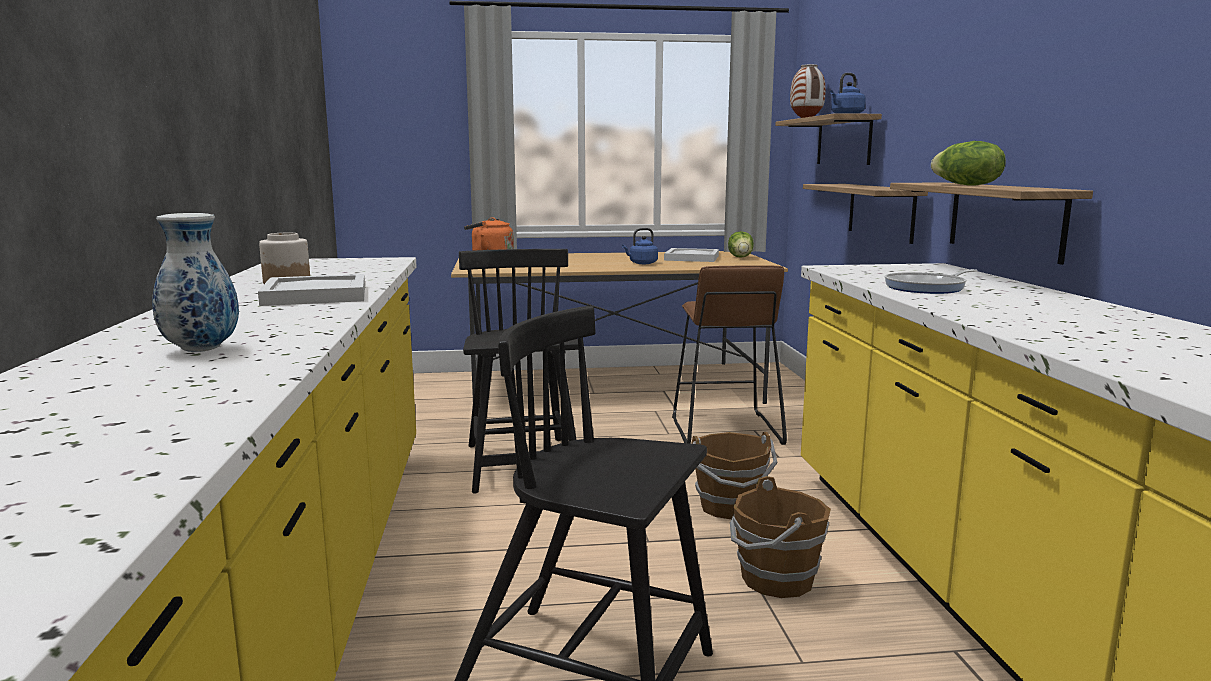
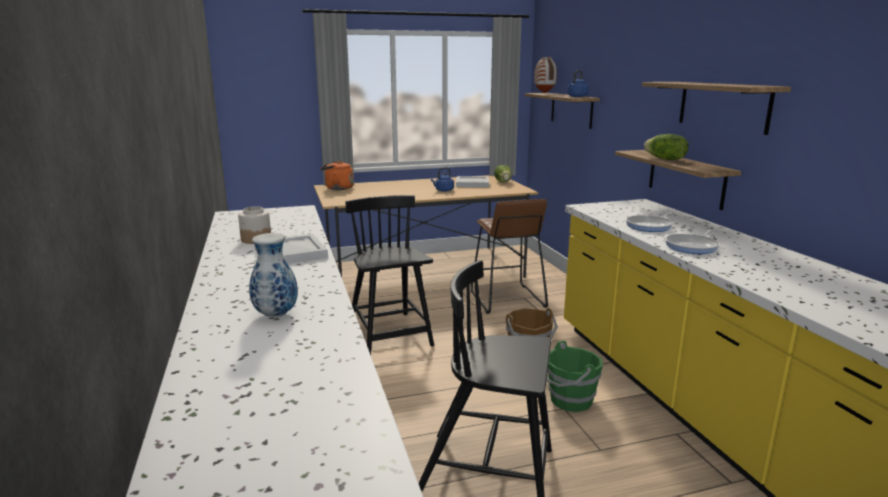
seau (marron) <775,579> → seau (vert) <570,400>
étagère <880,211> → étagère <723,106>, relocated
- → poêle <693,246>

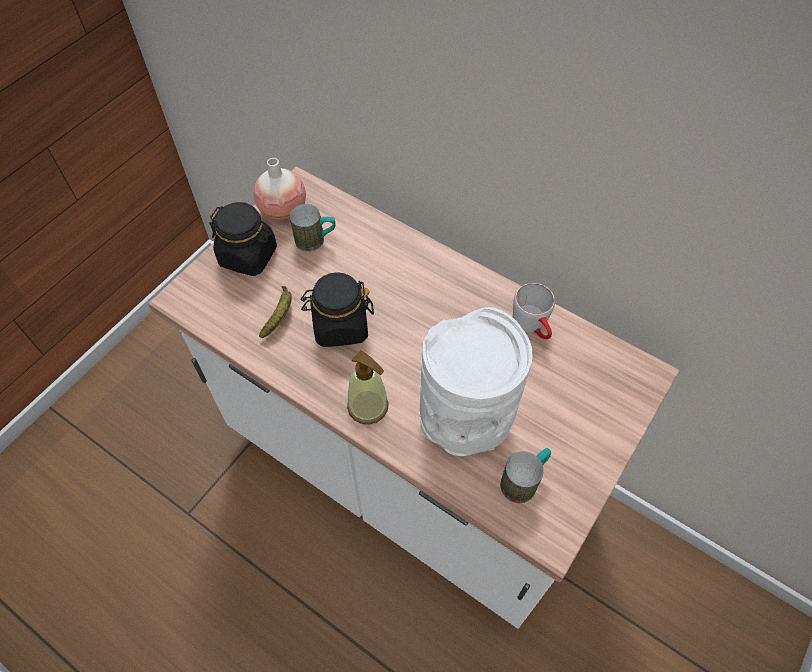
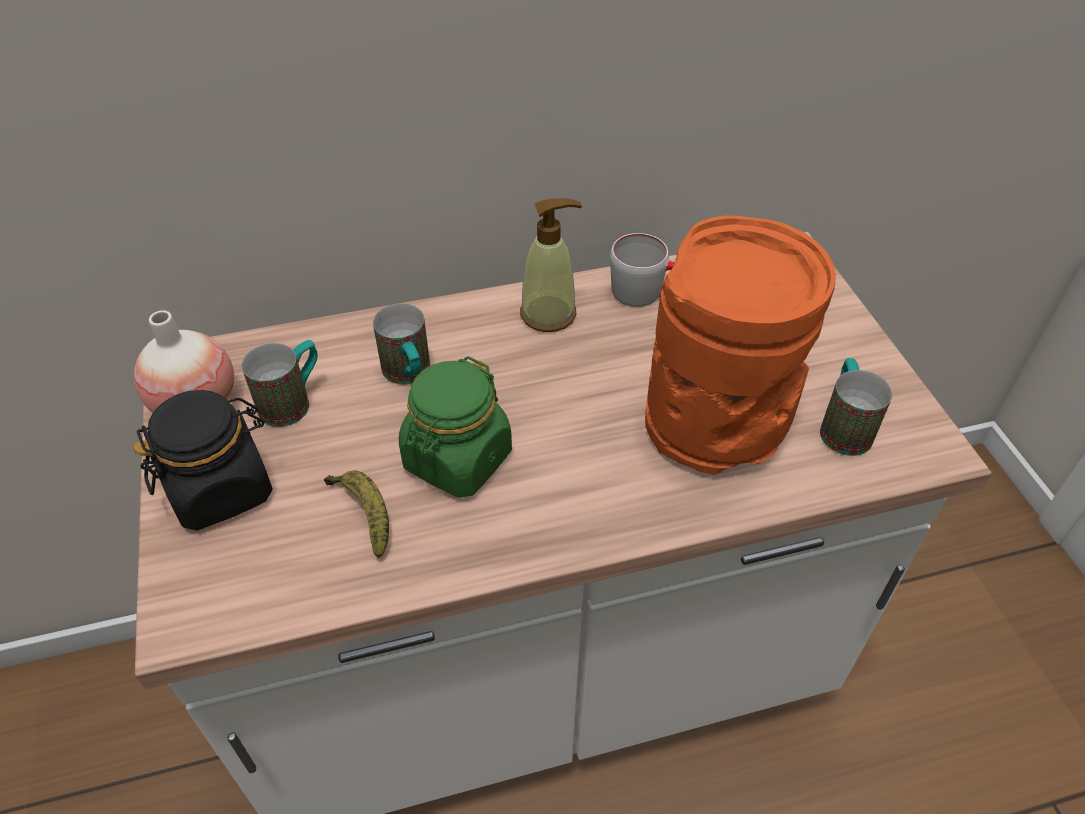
- → mug <409,375>
bocal (noir) <340,326> → bocal (vert) <457,460>
distributeur de savon <368,406> → distributeur de savon <548,314>, relocated
vase (blanc) <465,419> → vase (orange) <717,426>

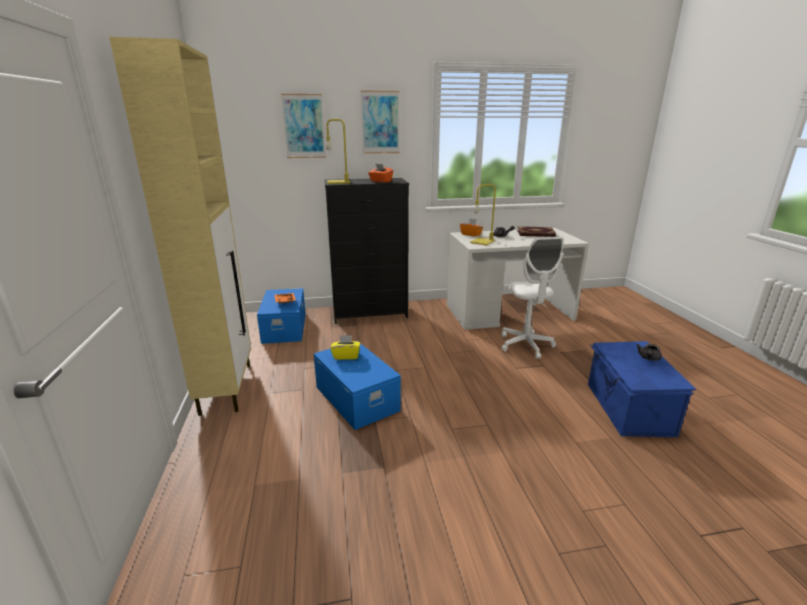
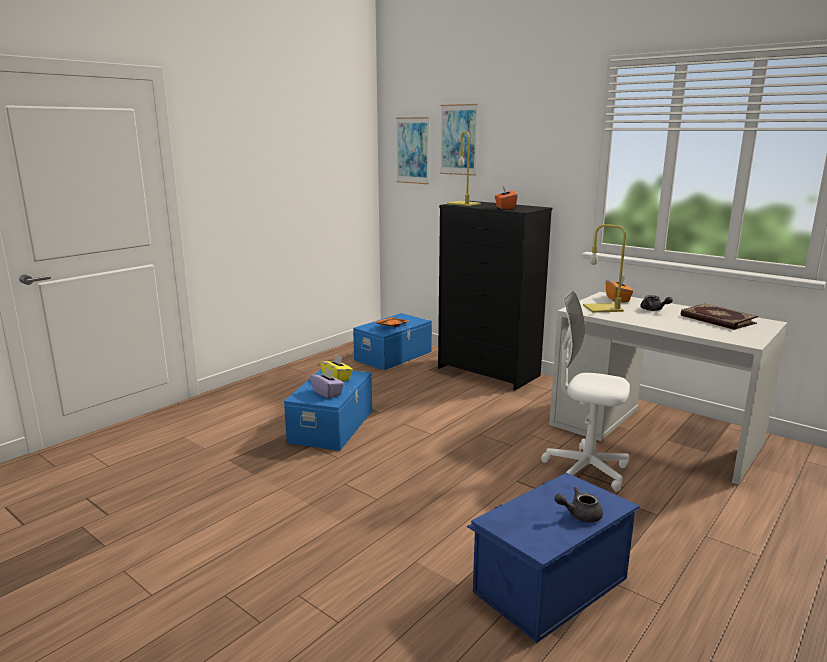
- → boîte à mouchoirs (violet) <327,393>
tableau <380,122> → tableau <412,150>, relocated
chaise de bureau (blanc) <525,345> → chaise de bureau (blanc) <585,470>, 75 degrees clockwise
meuble de rangement (beige) <227,387> → -

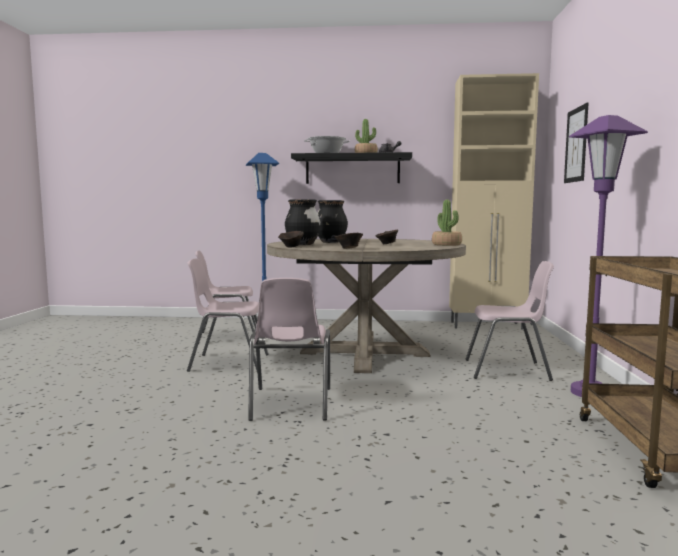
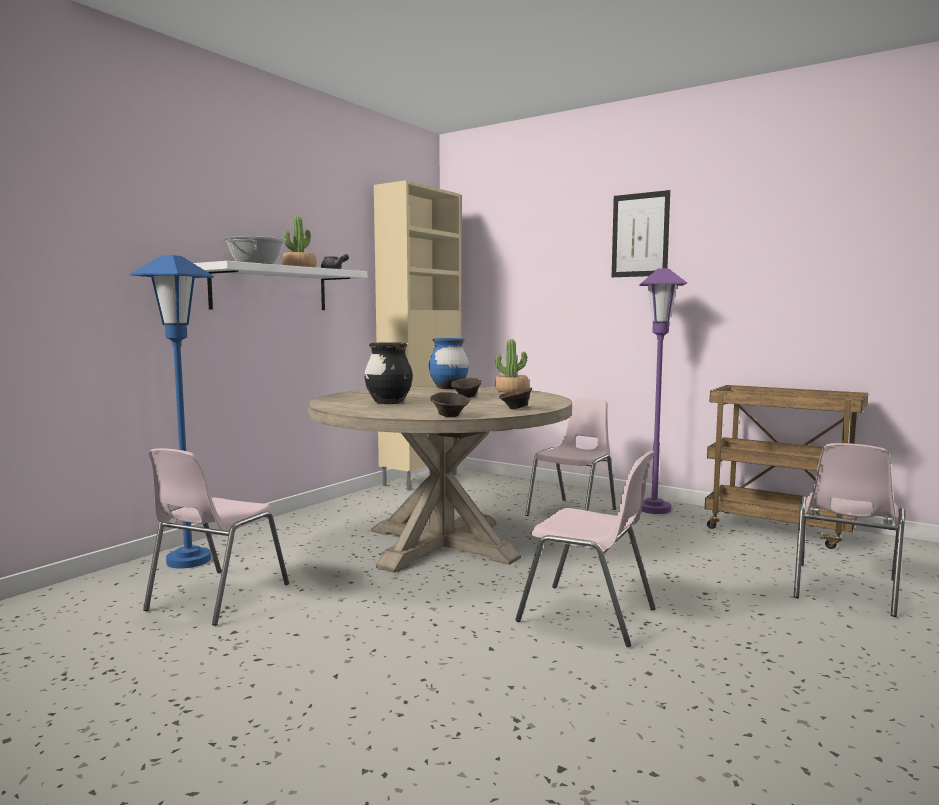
étagère (noir) <352,169> → étagère (blanc) <270,289>
- → vase (bleu) <448,388>
tableau <576,145> → tableau <640,235>, relocated
chaise (rose) <228,363> → chaise (rose) <843,589>, relocated
vase (noir) <303,244> → -

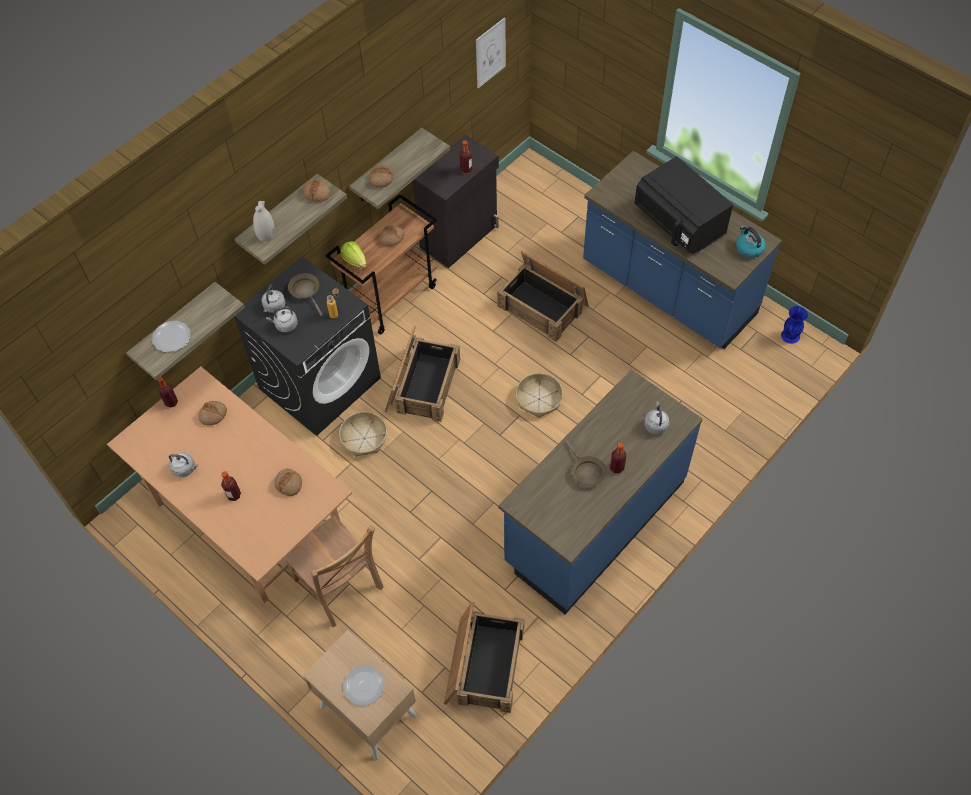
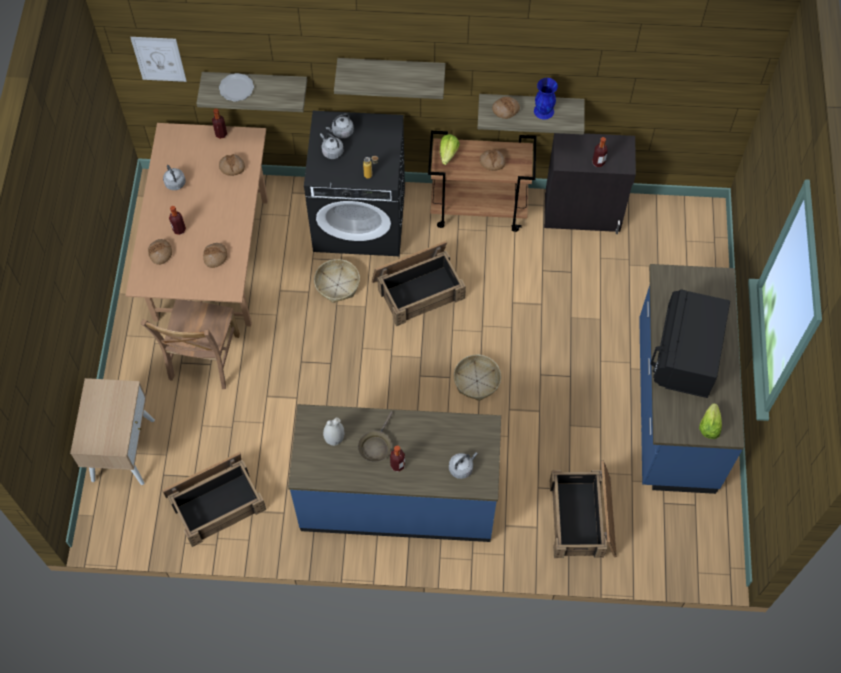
tableau <490,53> → tableau <159,59>, relocated
pain <317,193> → pain <160,253>, relocated
vase (blanc) <266,234> → vase (blanc) <334,438>, relocated
vase (bleu) <790,335> → vase (bleu) <544,111>, relocated
caisse <543,305> → caisse <583,518>, relocated
bouilloire <749,248> → laitue <709,426>
poêle (marron) <306,291> → -
assiette <364,686> → -

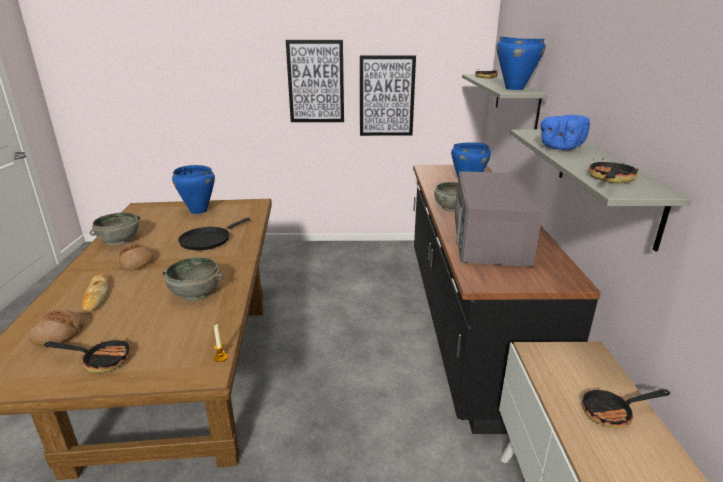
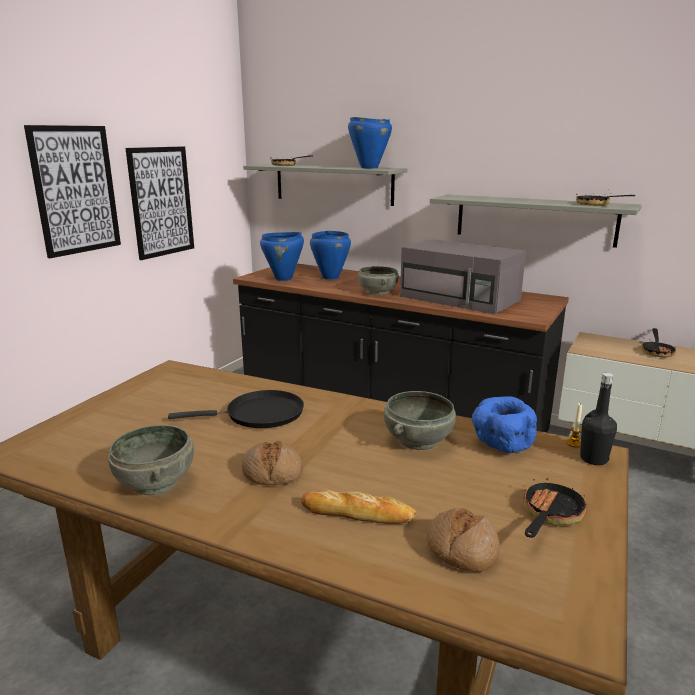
poêle (noir) <208,240> → poêle (noir) <259,415>, 75 degrees counterclockwise
marmite (bleu) <198,211> → marmite (bleu) <284,278>, relocated
bol (bleu) <559,147> → bol (bleu) <500,444>, relocated
- → bouteille (noir) <593,459>

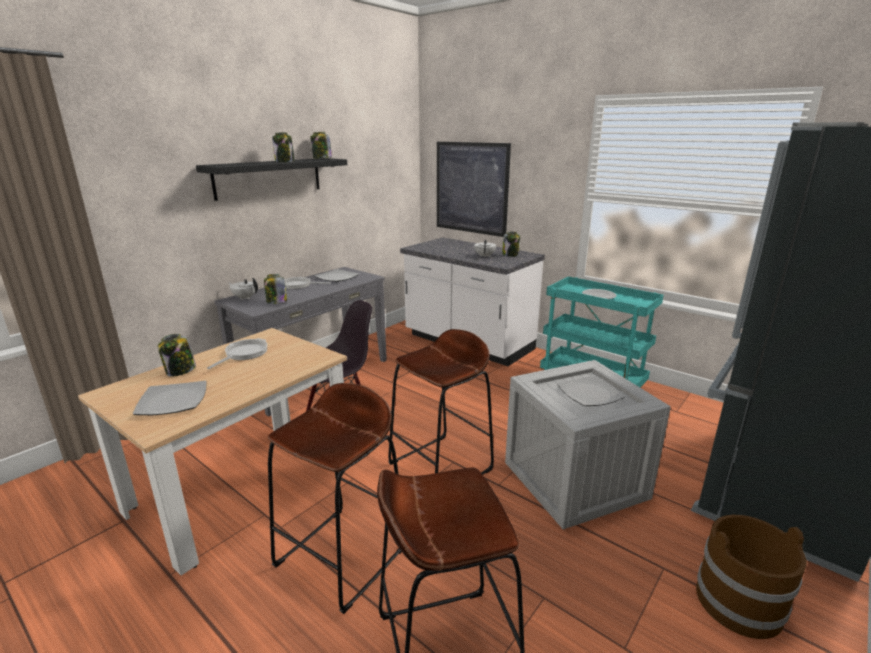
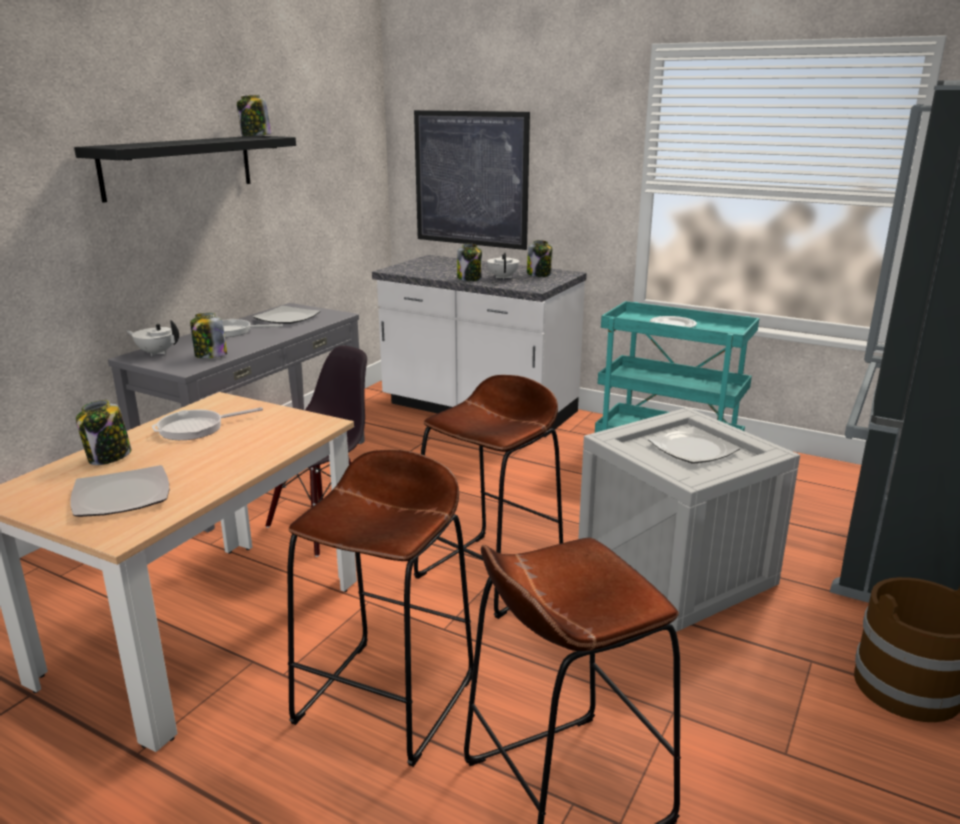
poêle <244,353> → poêle <196,428>, 135 degrees counterclockwise
bocal <285,161> → bocal <470,279>, relocated

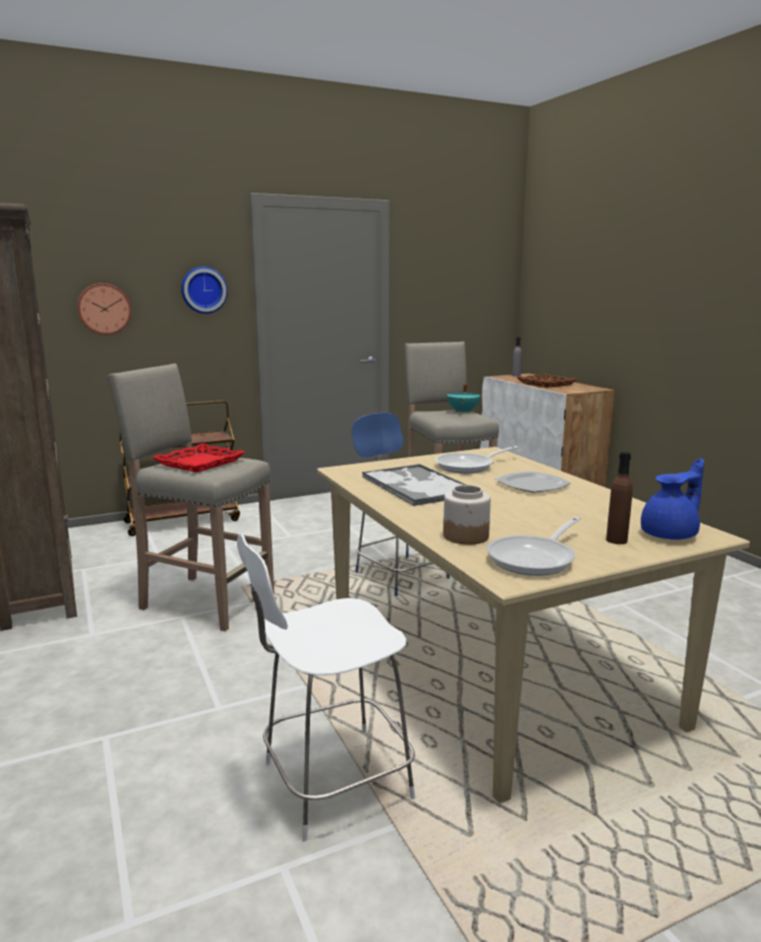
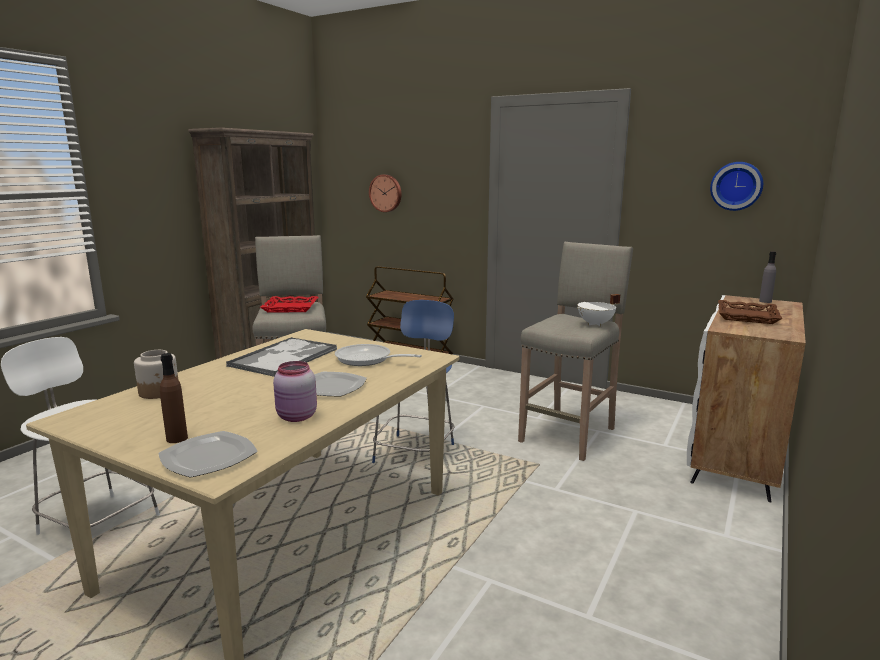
théière (bleu) <671,535> → assiette <208,457>
- → bocal (rose) <296,417>
marmite (turquoise) <463,411> → marmite (blanc) <596,324>
horloge murale <203,290> → horloge murale <736,186>, relocated
poêle <535,558> → -

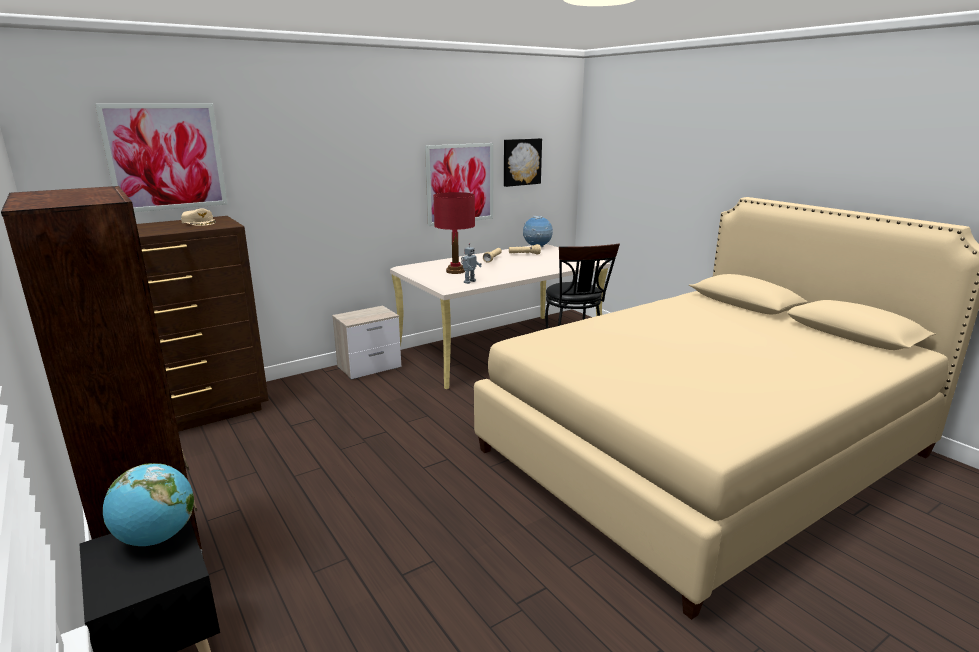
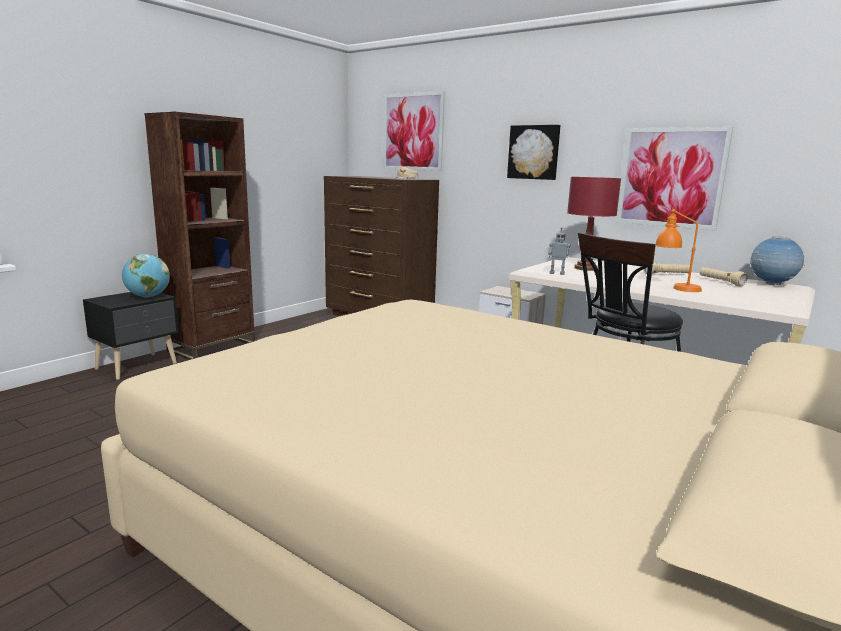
tableau <521,162> → tableau <534,152>, relocated
- → lampe de table (orange) <674,288>

